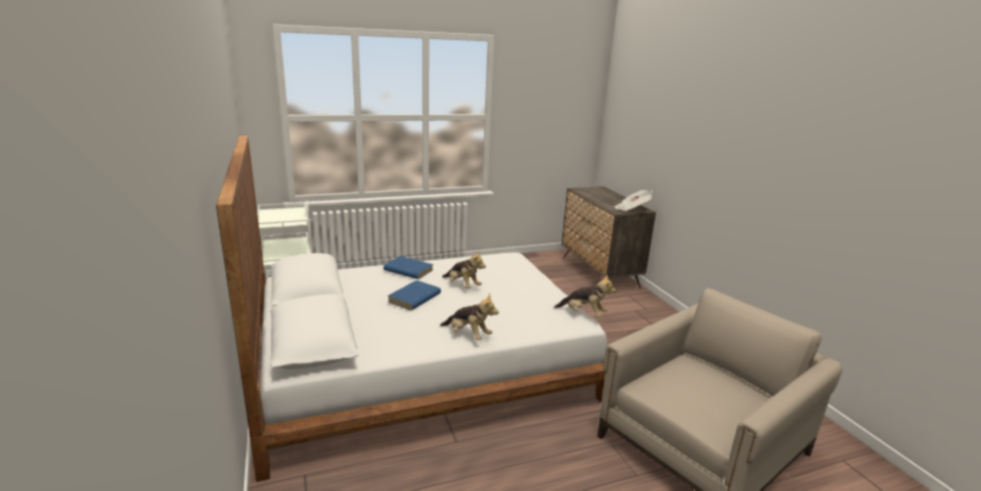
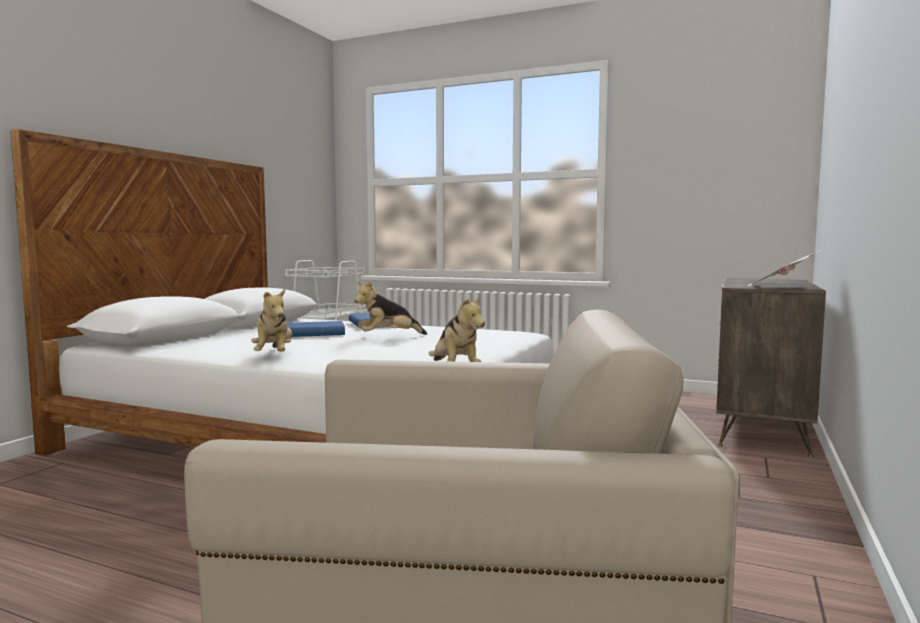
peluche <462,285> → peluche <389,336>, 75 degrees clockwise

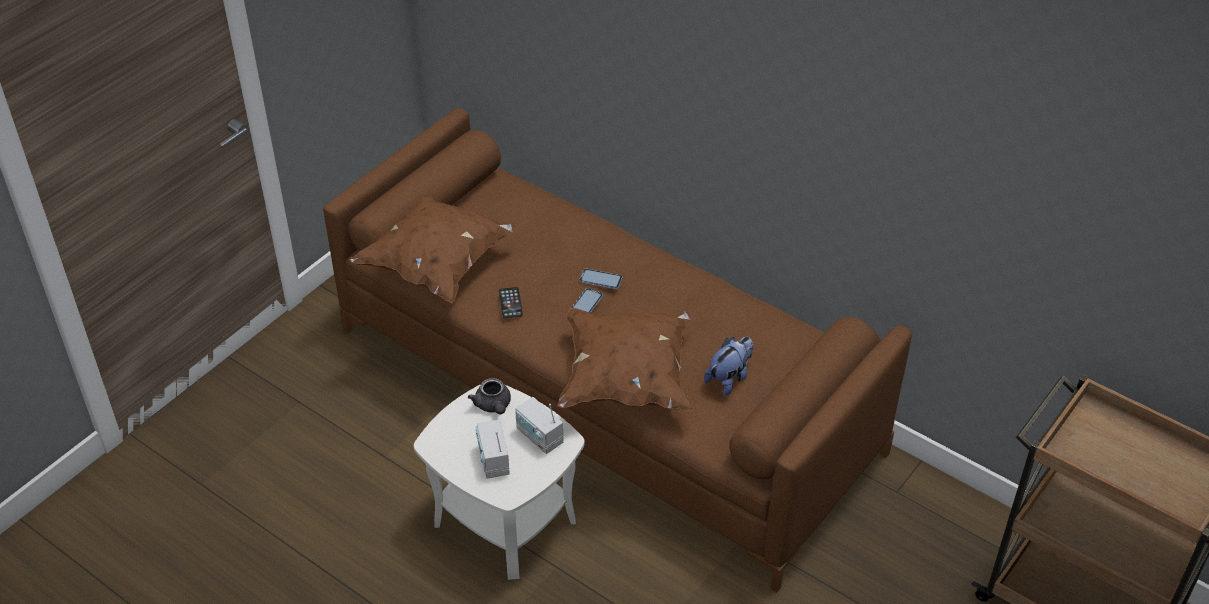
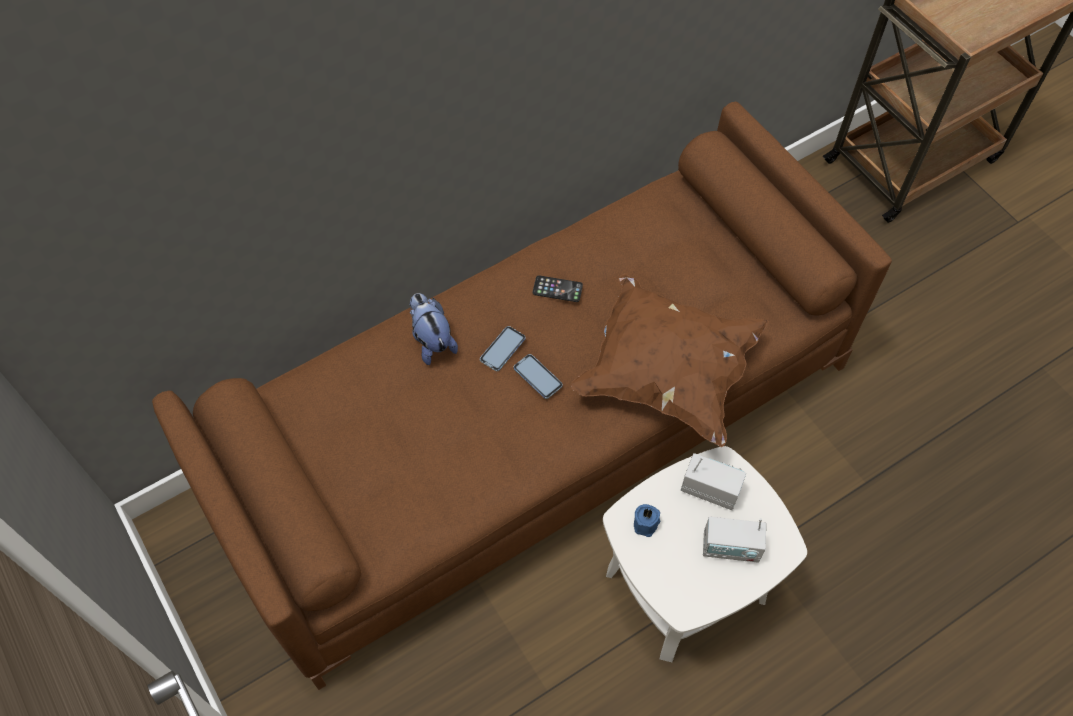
peluche <729,378> → peluche <431,340>, relocated
téléphone <510,303> → téléphone <557,289>, relocated
théière (gris) <493,406> → bougie (bleu) <646,524>
radio <539,437> → radio <710,489>, 135 degrees counterclockwise
coussin (marron) <437,264> → -

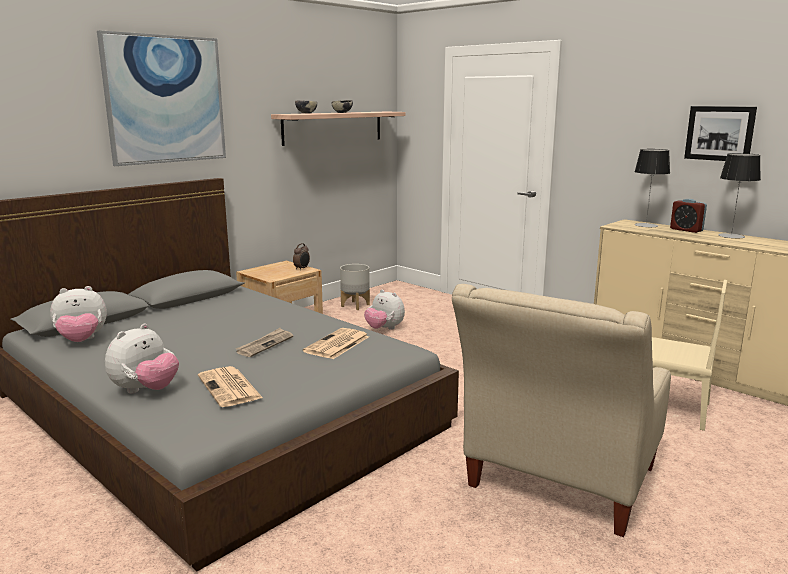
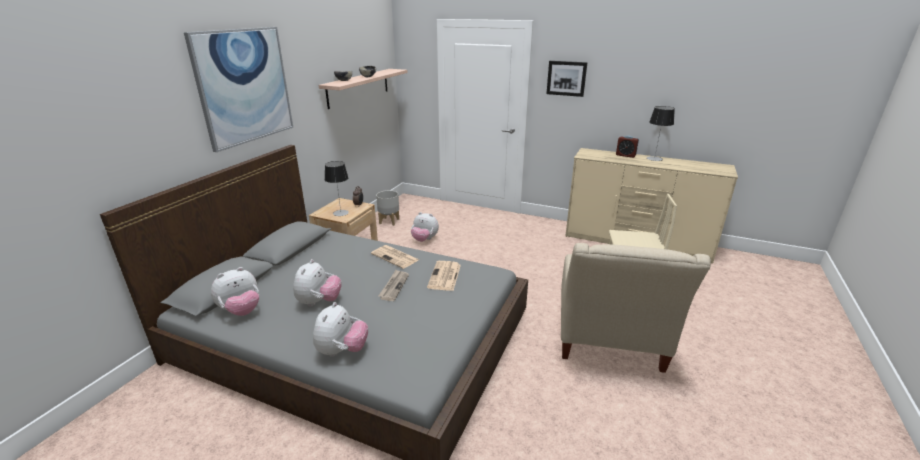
- → peluche <319,302>
lampe de table <646,225> → lampe de table <340,213>, relocated
journal <230,388> → journal <395,257>, relocated
tableau <720,133> → tableau <566,78>, relocated

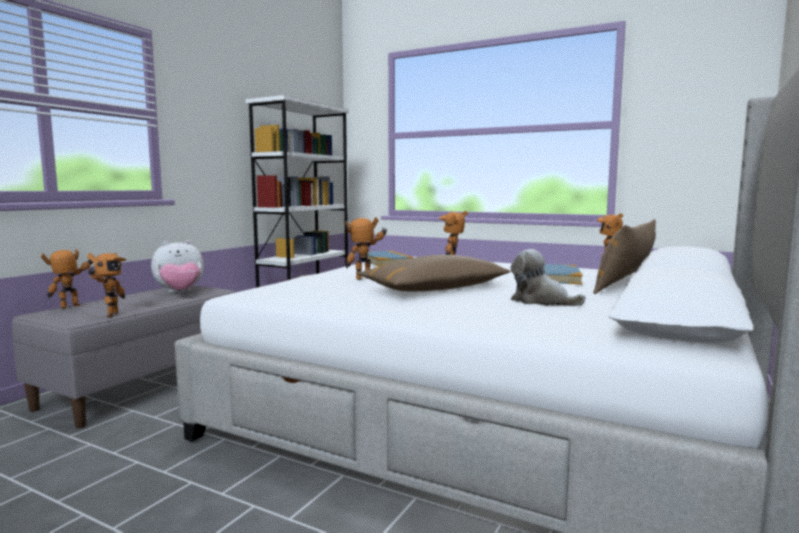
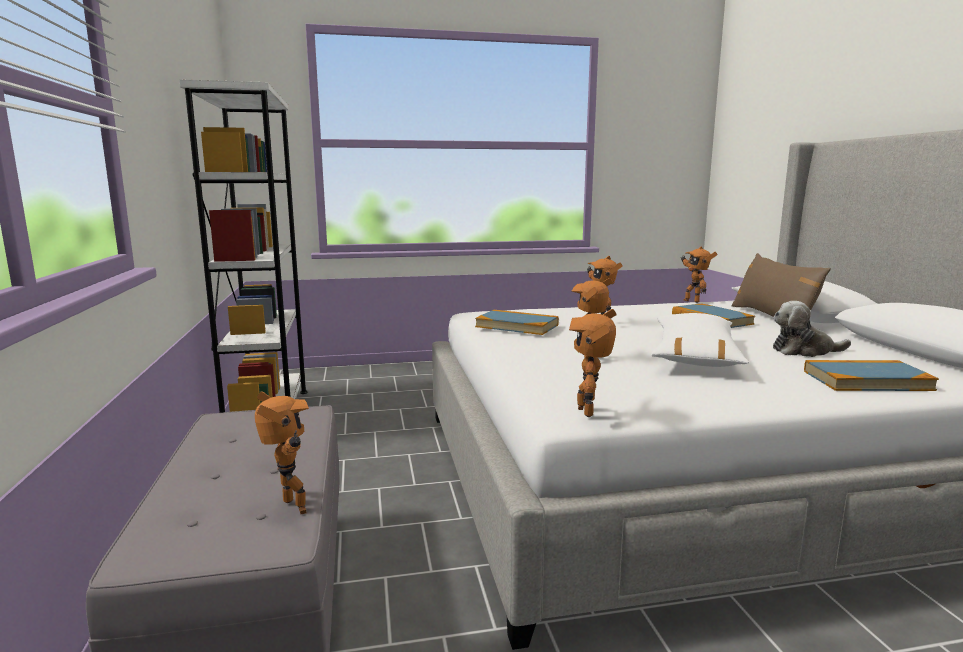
robot jouet <72,307> → robot jouet <589,411>, relocated
coussin (marron) <436,289> → coussin (blanc) <694,355>
- → livre <866,380>
peluche <180,293> → -

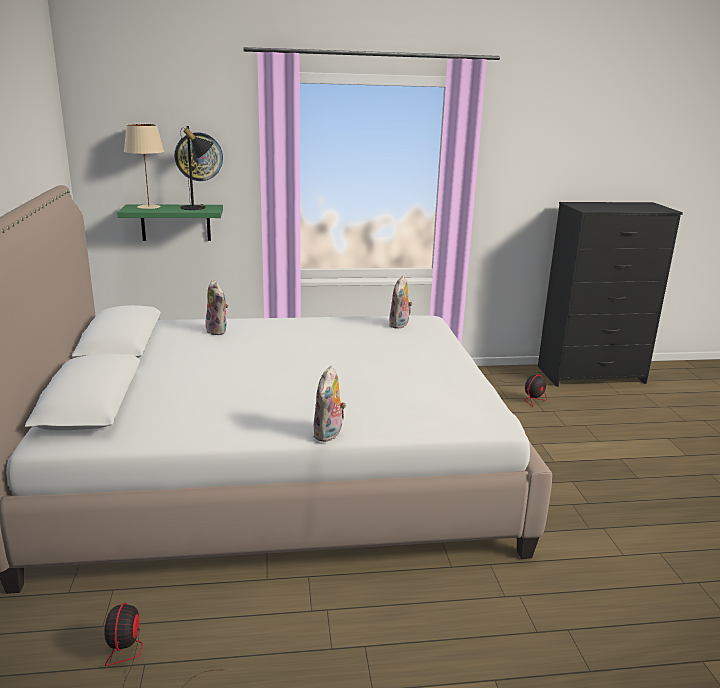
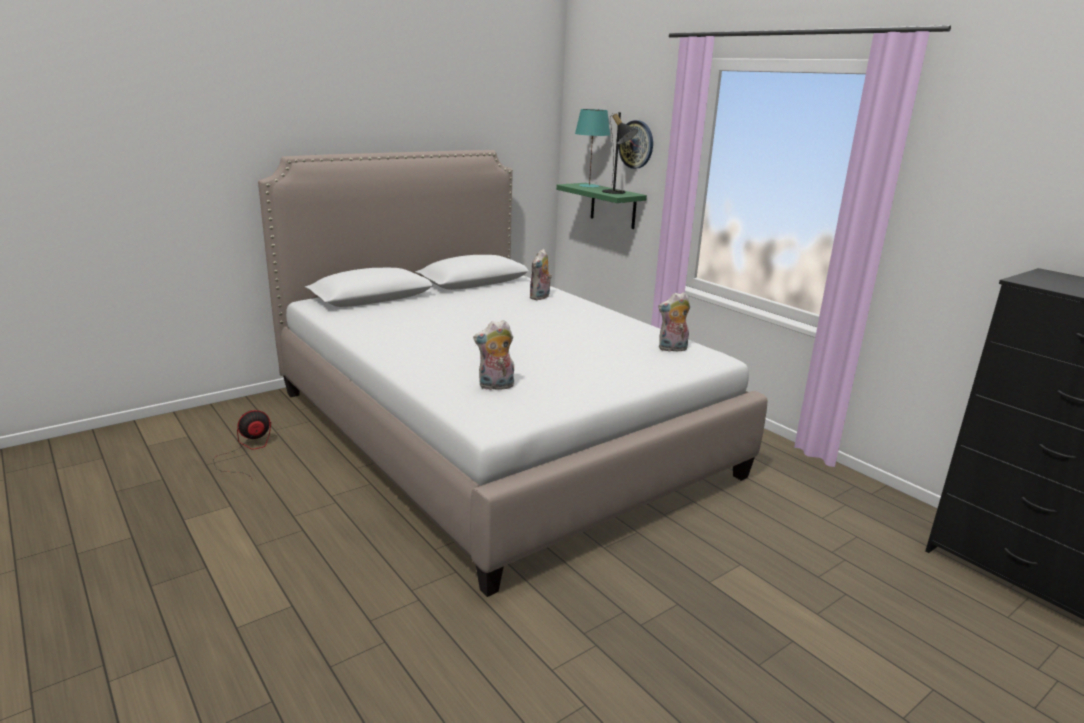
peluche <329,434> → peluche <495,386>, relocated
lampe de table (beige) <148,207> → lampe de table (turquoise) <588,186>
ventilateur <530,396> → -

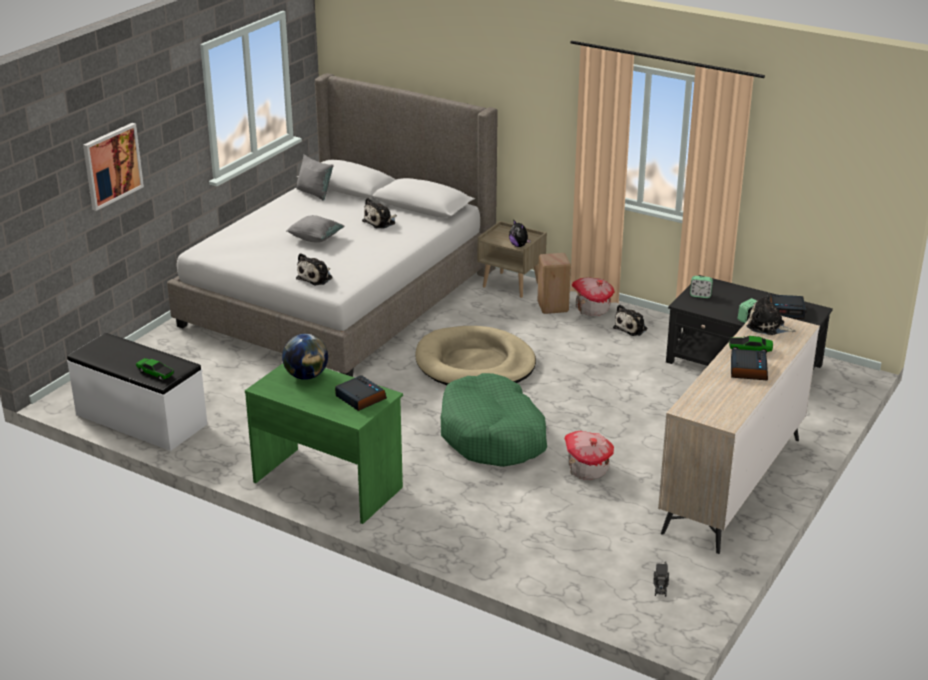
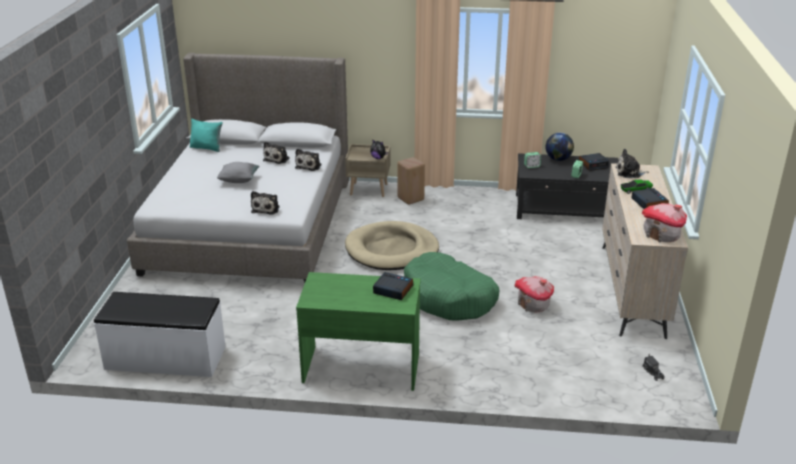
coussin (gris) <314,193> → coussin (turquoise) <207,148>
peluche <632,328> → peluche <309,166>, relocated
globe <306,376> → globe <558,159>, relocated
maison miniature <592,309> → maison miniature <662,235>, relocated
tableau <112,165> → -
petite voiture <155,373> → -

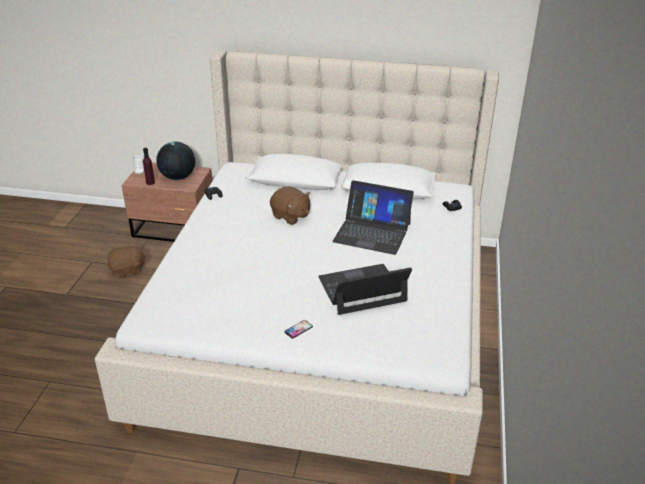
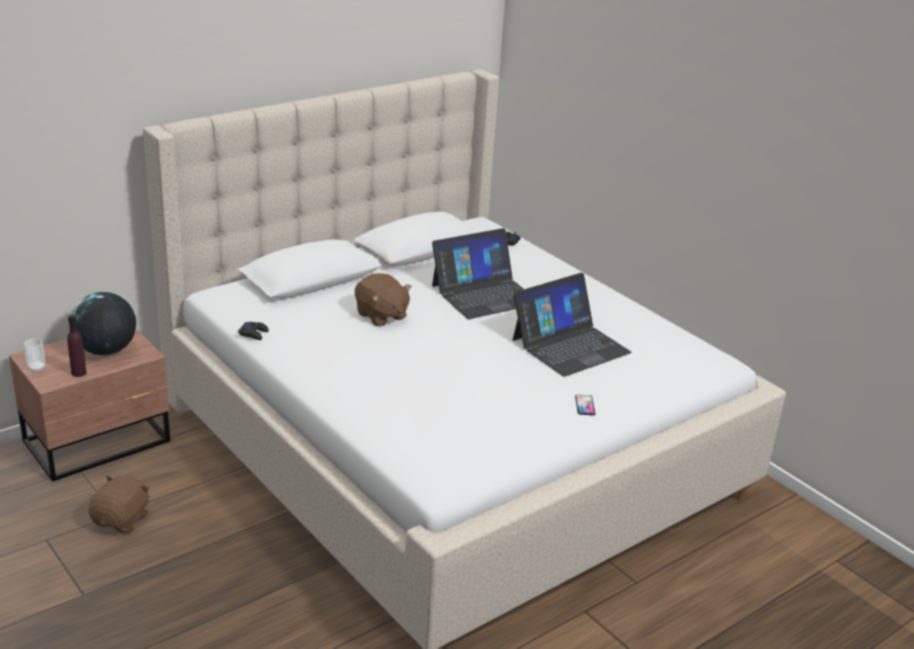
peluche (marron) <290,216> → peluche (marron) <381,316>, 60 degrees clockwise
ordinateur portable <362,289> → ordinateur portable <570,345>, 150 degrees counterclockwise

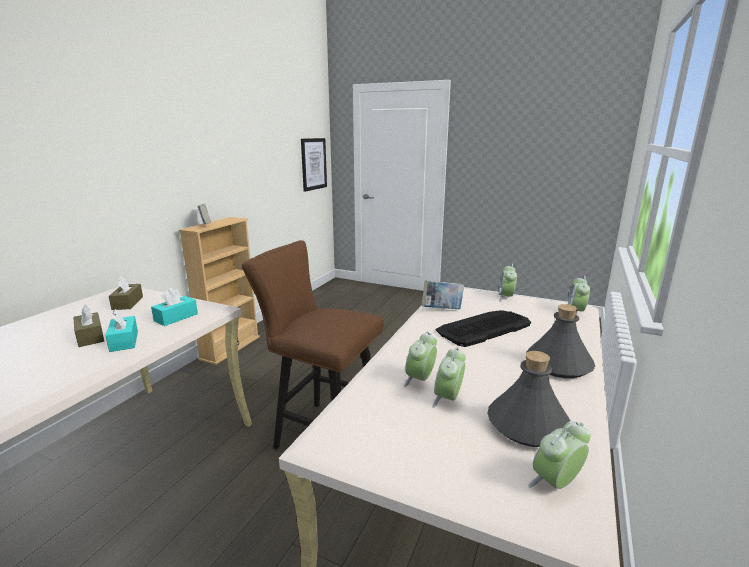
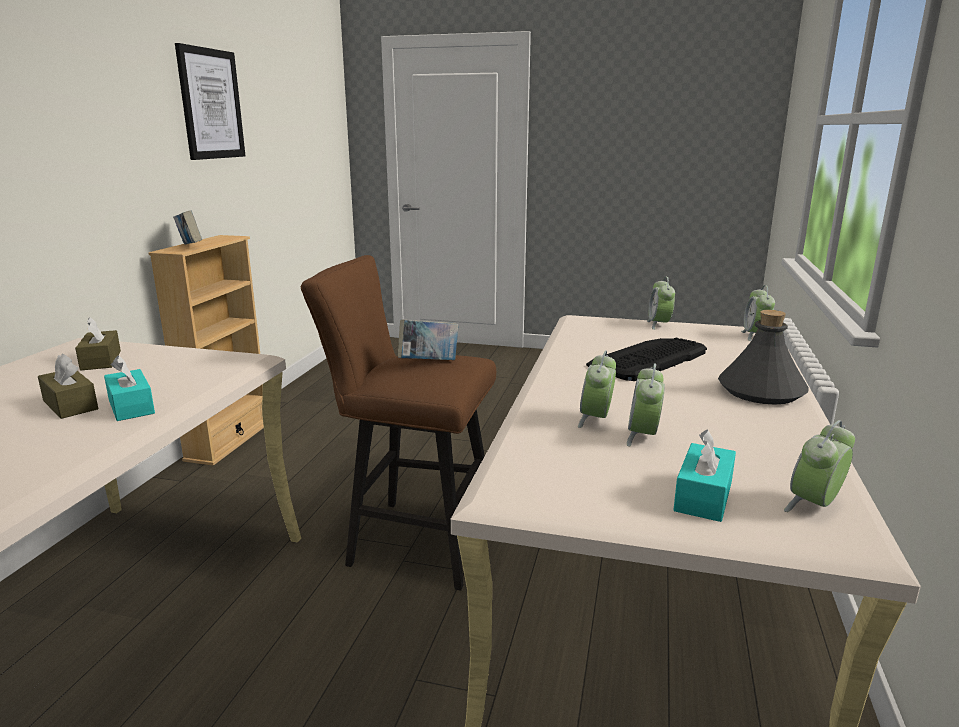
tableau <313,164> → tableau <211,104>, relocated
livre <442,310> → livre <428,362>, relocated
boîte à mouchoirs (turquoise) <176,317> → boîte à mouchoirs (turquoise) <703,496>, relocated
bouteille (gris) <528,426> → -

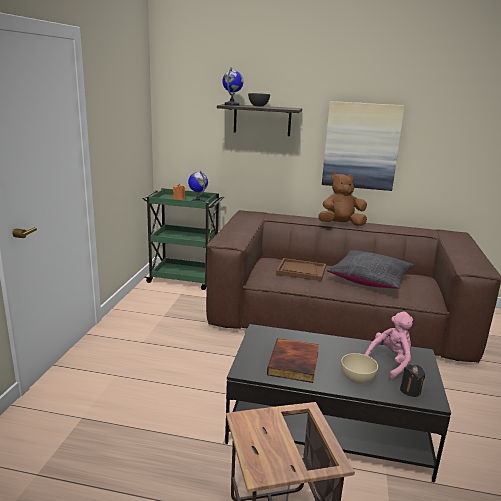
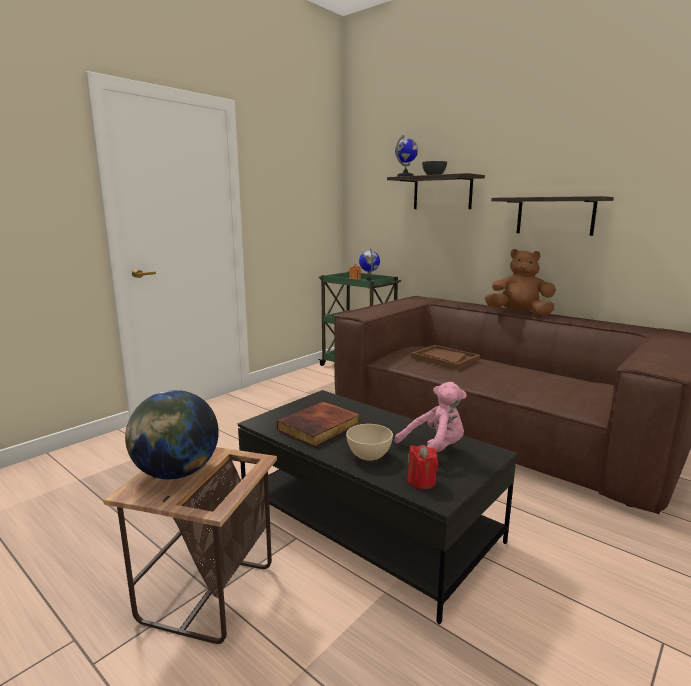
- → globe <176,473>
bougie (noir) <410,390> → bougie (rouge) <421,481>
tableau <361,146> → étagère <555,216>
coussin (noir) <370,279> → -

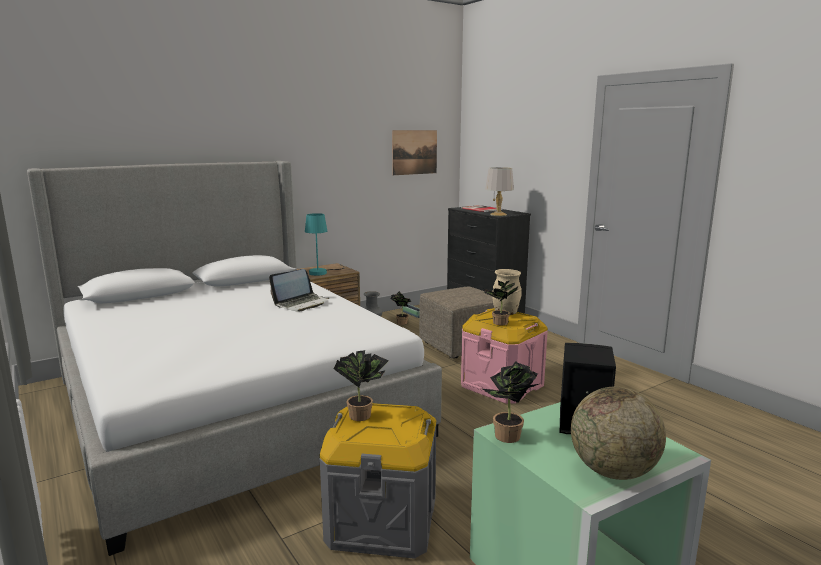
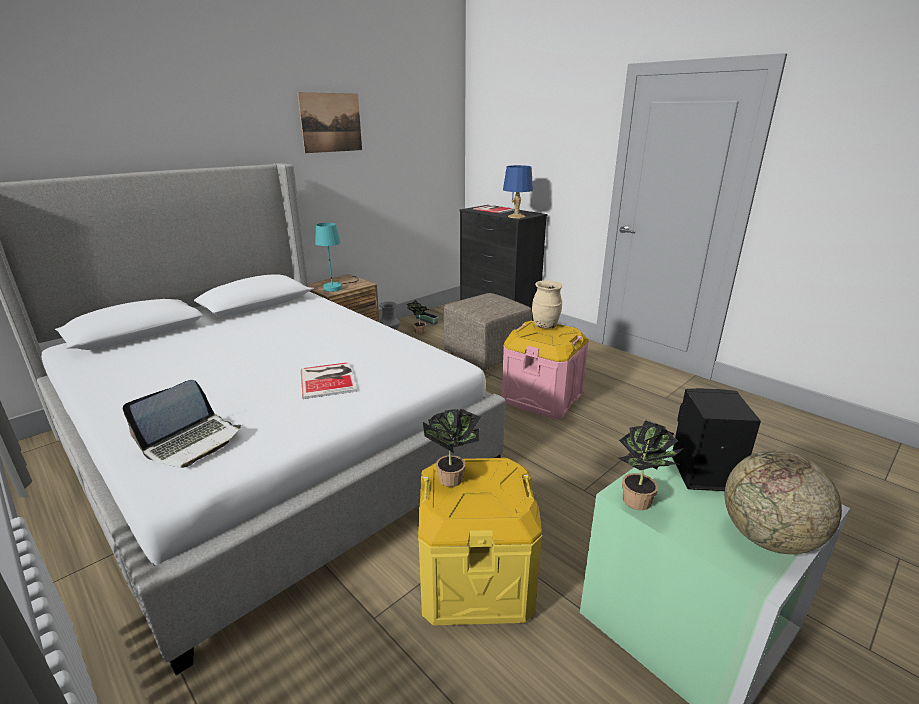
ordinateur portable <301,303> → ordinateur portable <192,442>, relocated
tableau <414,152> → tableau <331,122>, relocated
- → livre <329,379>
boîte de rangement (gris) <382,521> → boîte de rangement (jaune) <475,578>
lampe de table (gris) <498,214> → lampe de table (bleu) <517,216>
plante en pot <499,323> → -

